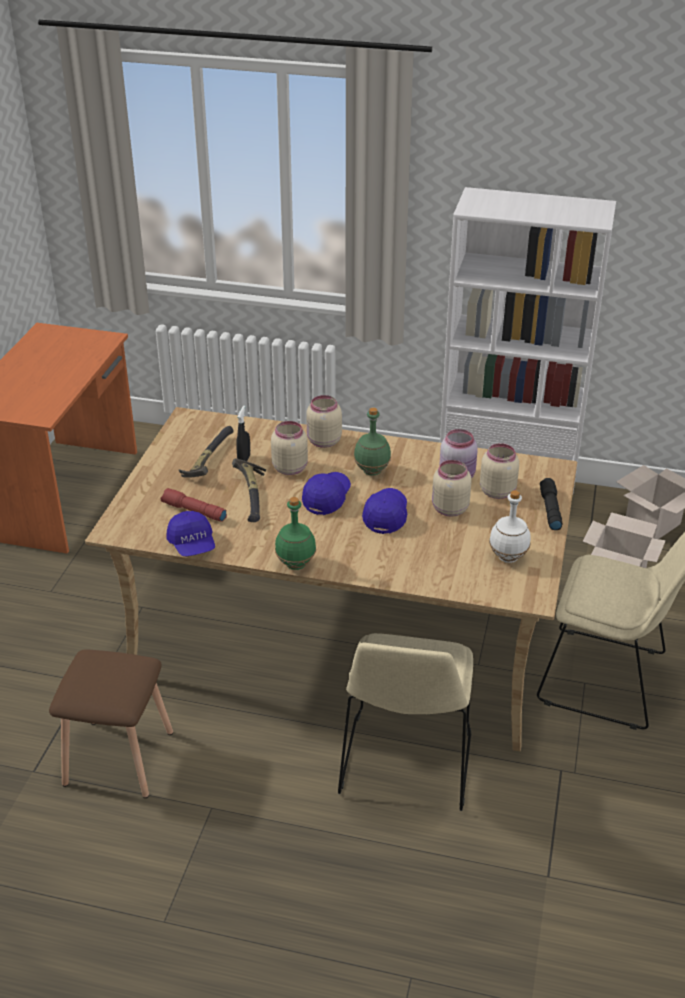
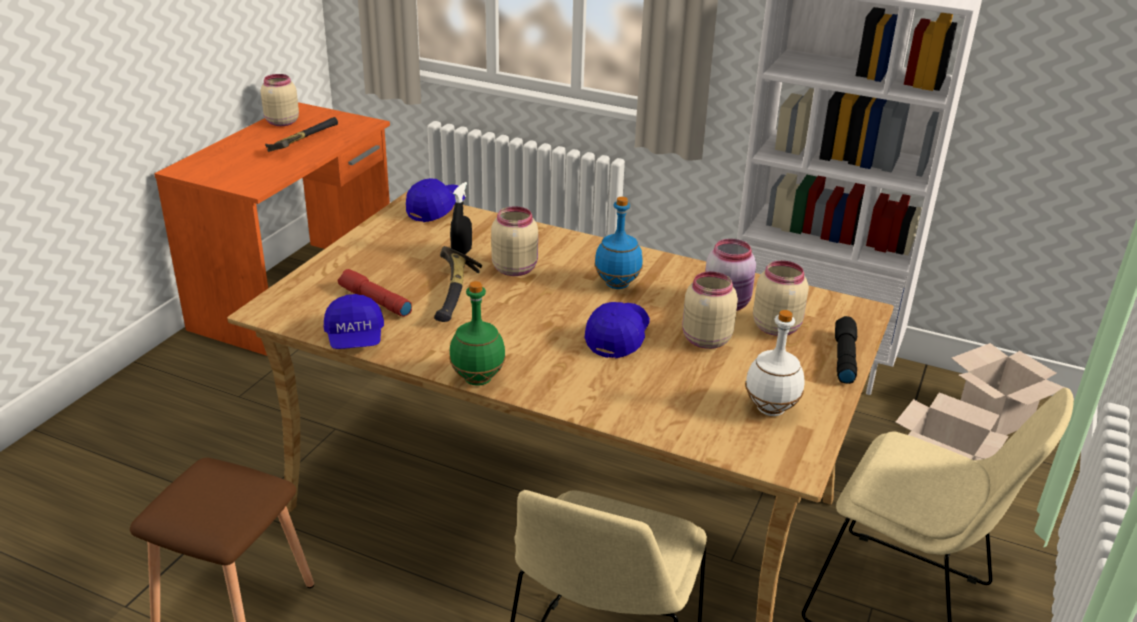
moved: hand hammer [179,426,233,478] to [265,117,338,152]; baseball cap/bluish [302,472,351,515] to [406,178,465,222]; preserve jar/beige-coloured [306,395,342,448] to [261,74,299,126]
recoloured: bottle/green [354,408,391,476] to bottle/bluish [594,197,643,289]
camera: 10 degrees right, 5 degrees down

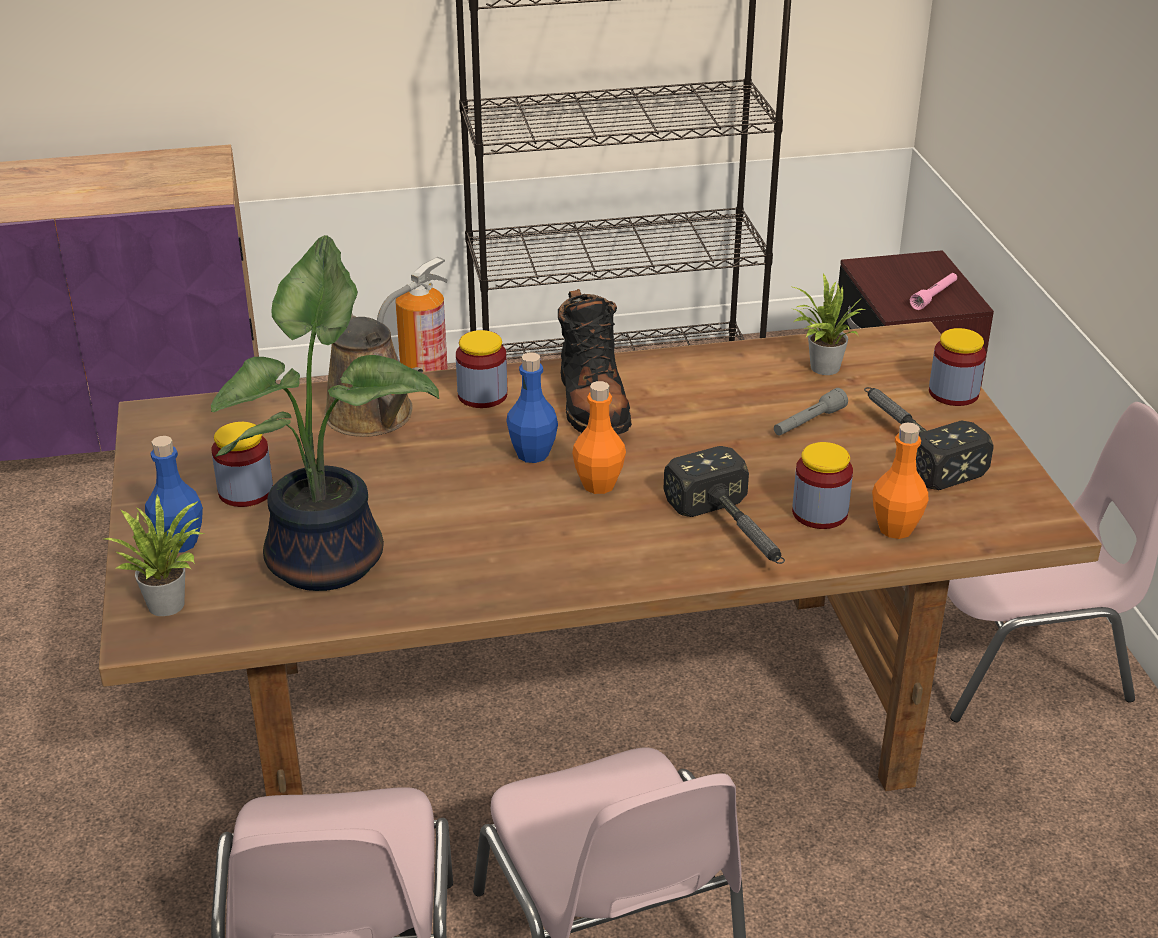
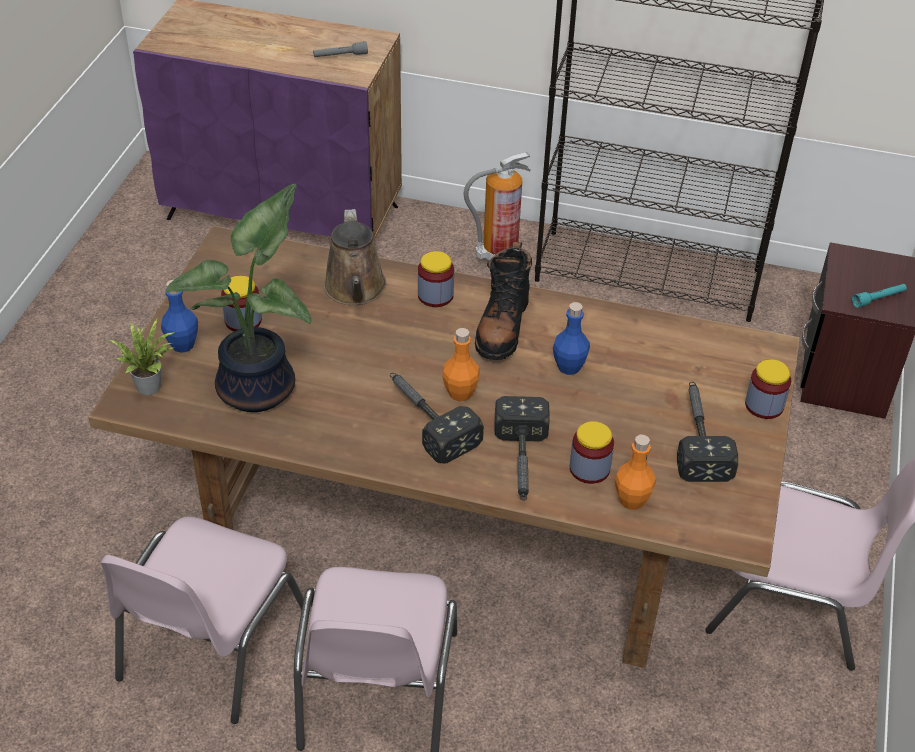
removed: potted plant [790,274,865,375]
added: hand hammer [390,373,484,464]
moved: bottle/bluish [506,352,558,463] to [553,302,590,375]; torch/grey [774,388,848,436] to [313,41,368,57]
recoloured: torch/pink [910,273,957,310] to torch/blue-green [852,284,907,308]
camera: 25 degrees right, 10 degrees up

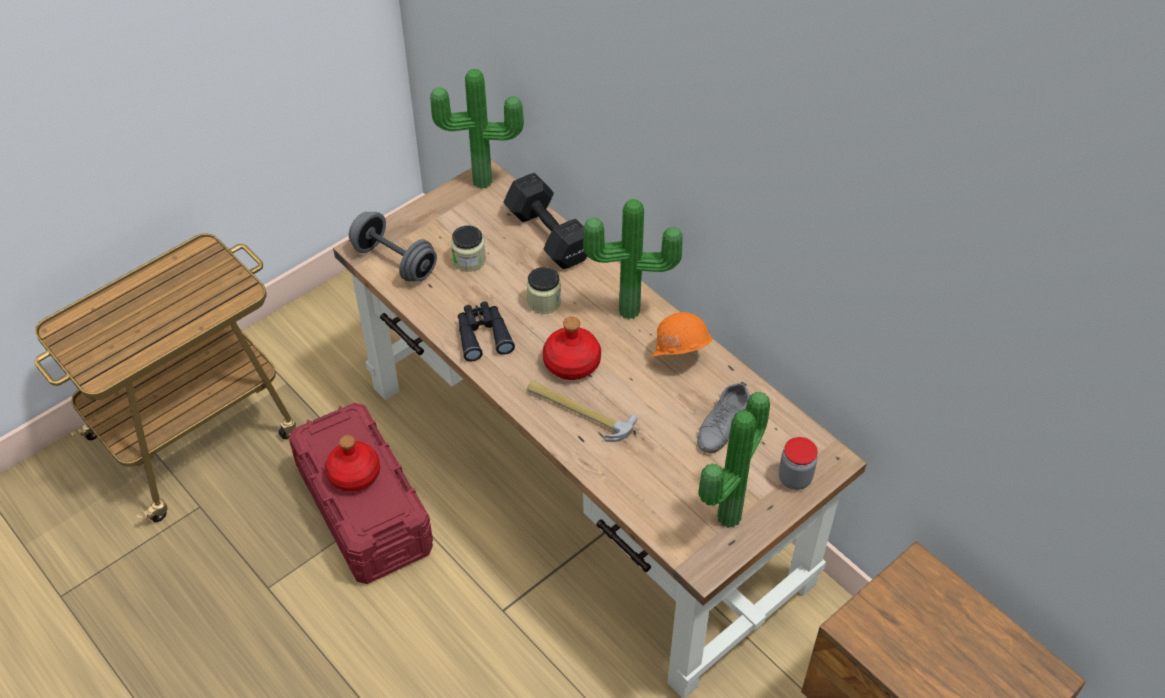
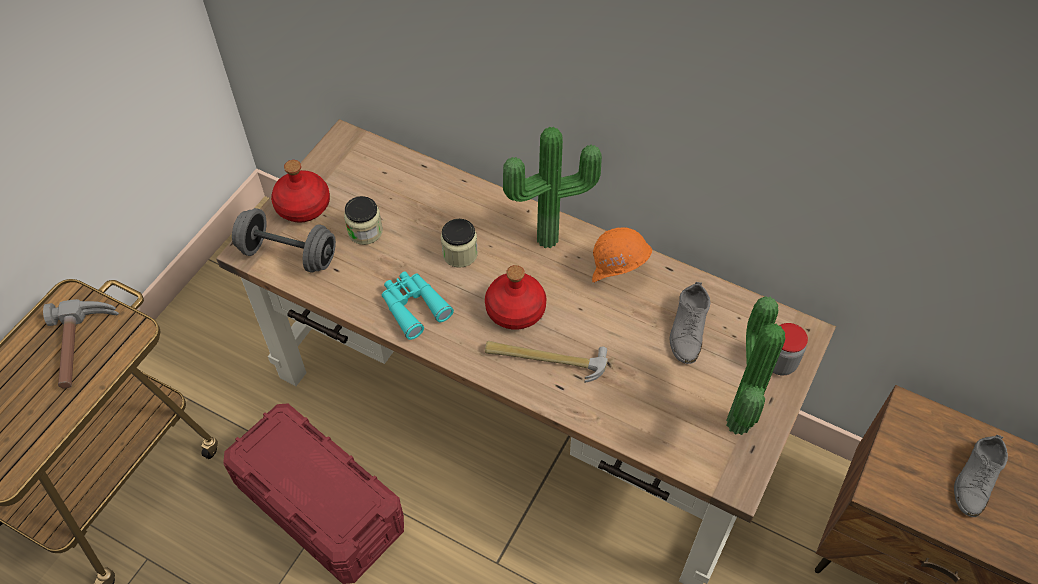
removed: potted plant [430,69,524,189]; hand weight/blackish [503,173,587,269]
added: hand hammer [43,299,119,389]; shoe/grey [954,435,1008,517]
moved: bottle/red [325,435,380,492] to [271,160,330,223]
recoloured: field glasses/blackish [458,302,515,361] to field glasses/blue-green [382,272,454,340]
camera: 20 degrees left, 5 degrees up

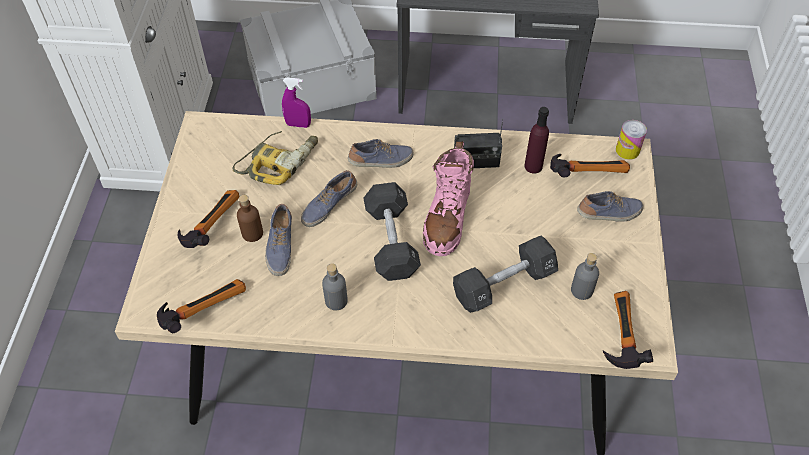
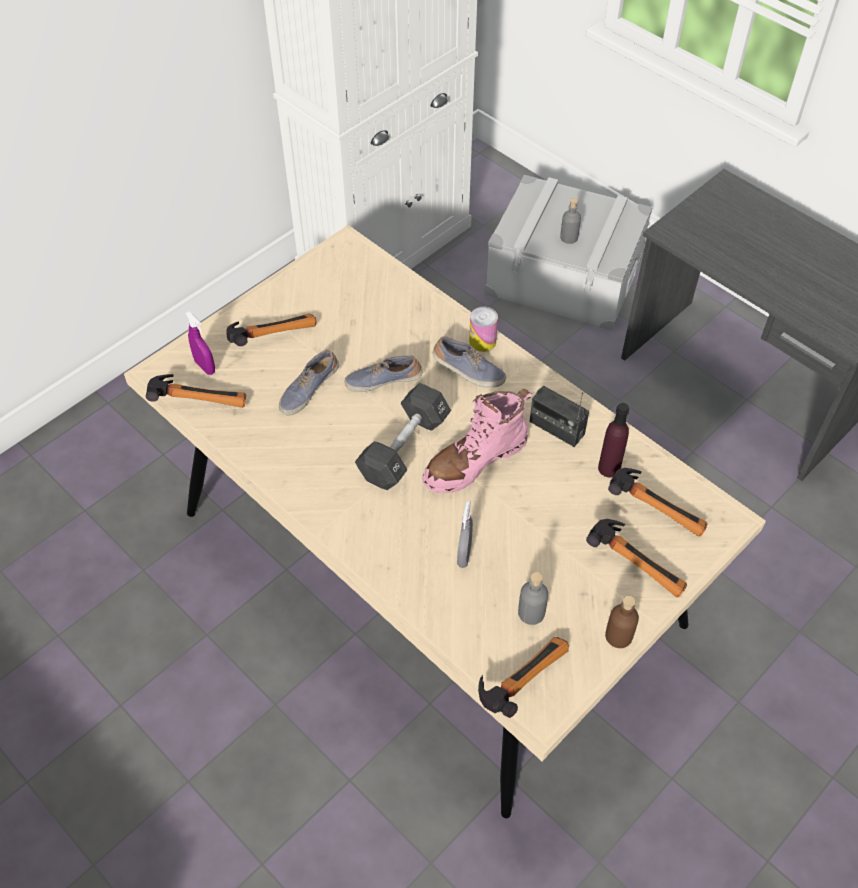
removed: power drill [233,131,318,185]
moved: bottle/brownish [237,195,263,242] to [605,596,639,648]; sprayer/purplish [282,77,311,128] to [186,311,215,375]; bottle/grey [322,263,348,311] to [560,198,581,244]; metal can [616,120,647,160] to [469,306,498,352]
replaced: hand weight/blackish [453,235,558,313] to sprayer/grey [457,501,473,568]; shoe [577,191,644,221] to hand hammer [586,519,687,597]
camera: 40 degrees right, 0 degrees up

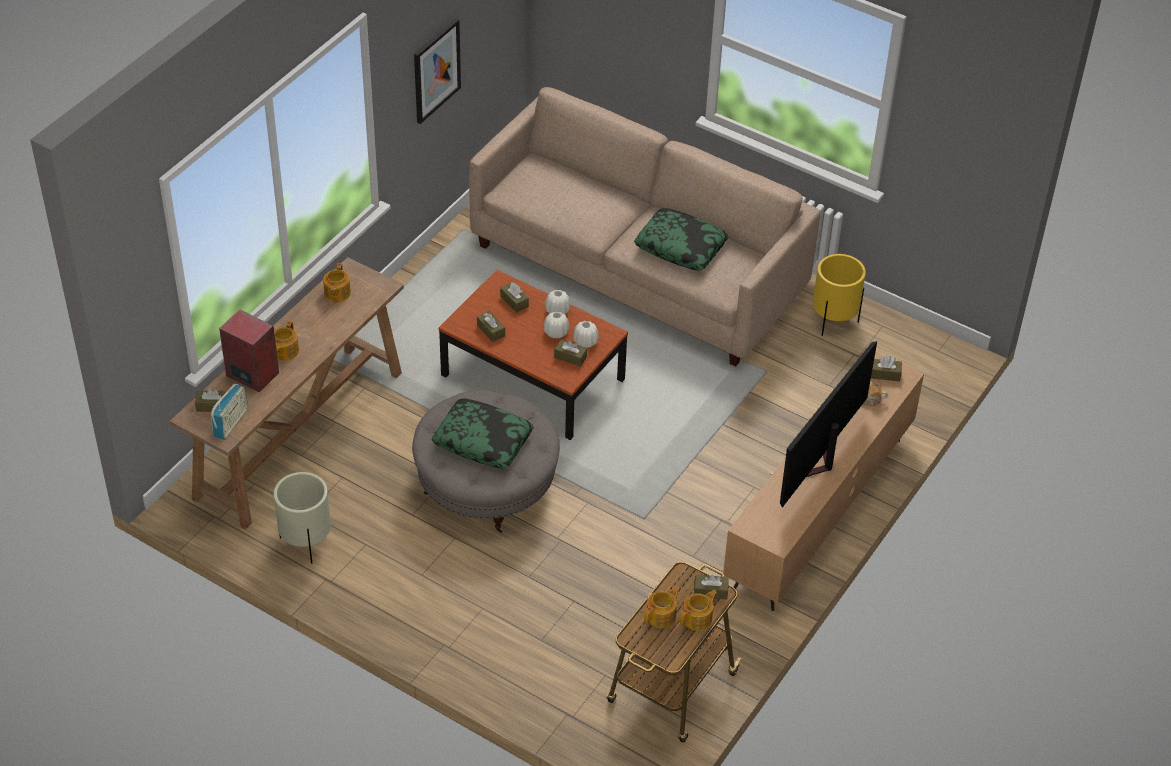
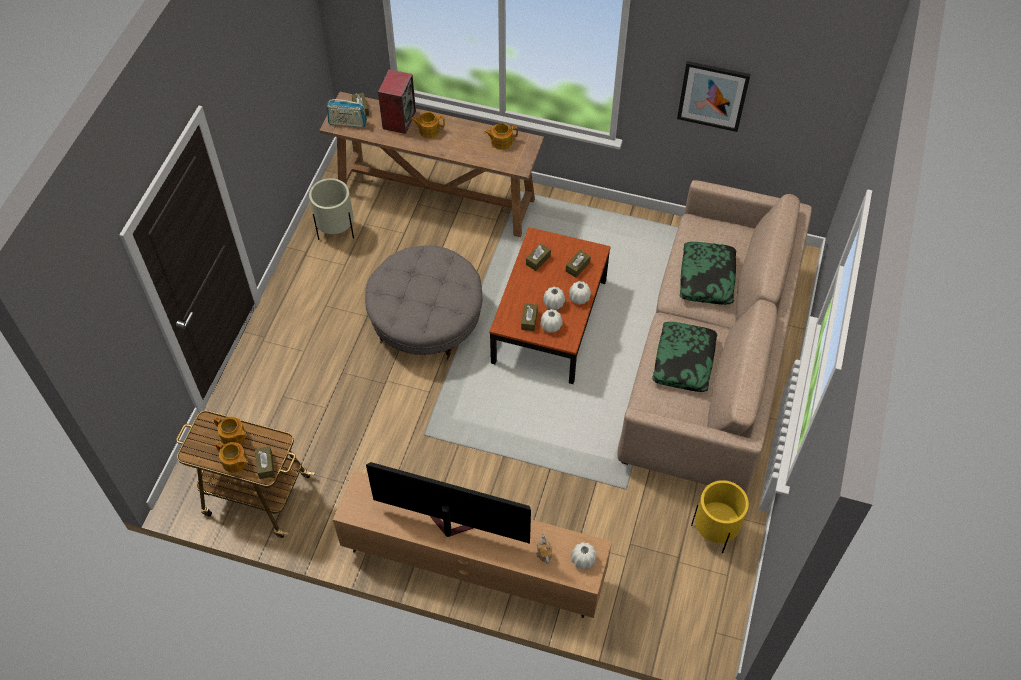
moved: throw pillow [432,398,533,469] to [680,242,736,305]
replaced: tissue holder/brownish [871,356,902,381] to decorative vase/white-coloured [571,542,597,570]
camera: 75 degrees right, 10 degrees up

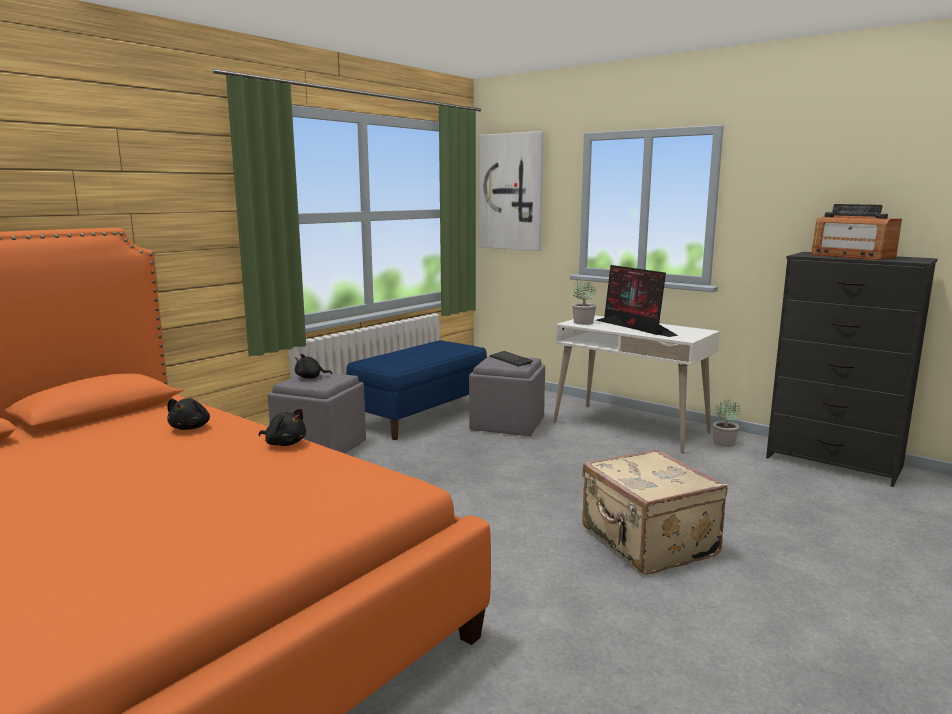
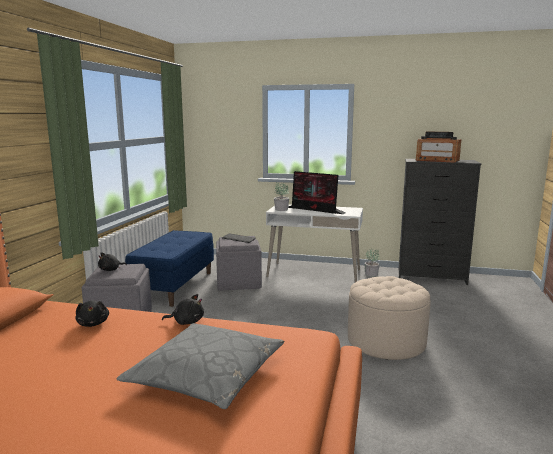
removed: picture [480,131,544,251]
added: throw pillow/grey [117,323,284,409]
replaced: suitcase/beige-coloured [582,449,727,575] to pouffe/beige-coloured [348,276,431,360]
camera: 25 degrees left, 0 degrees up

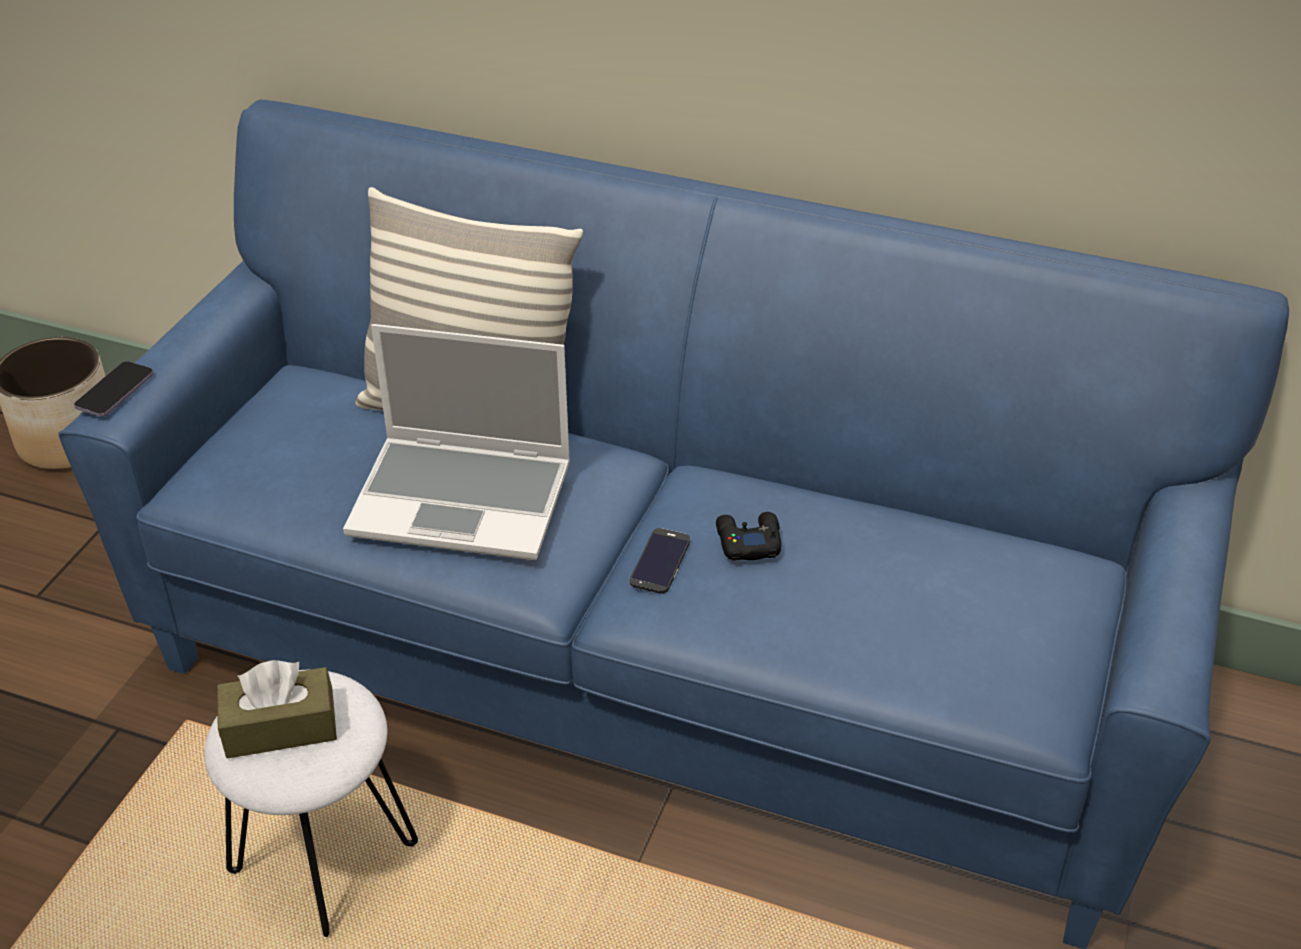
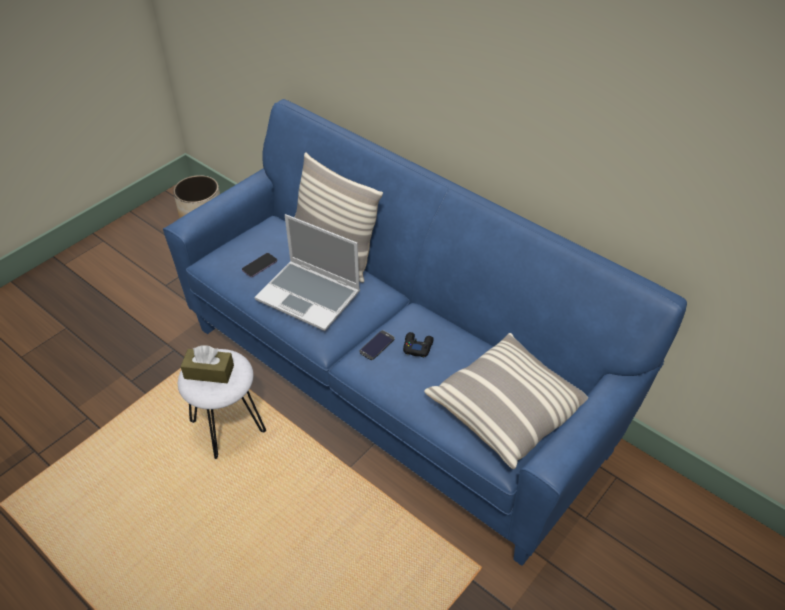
added: throw pillow [424,333,588,469]
moved: handset [74,361,154,417] to [242,253,277,277]
camera: 20 degrees right, 5 degrees up

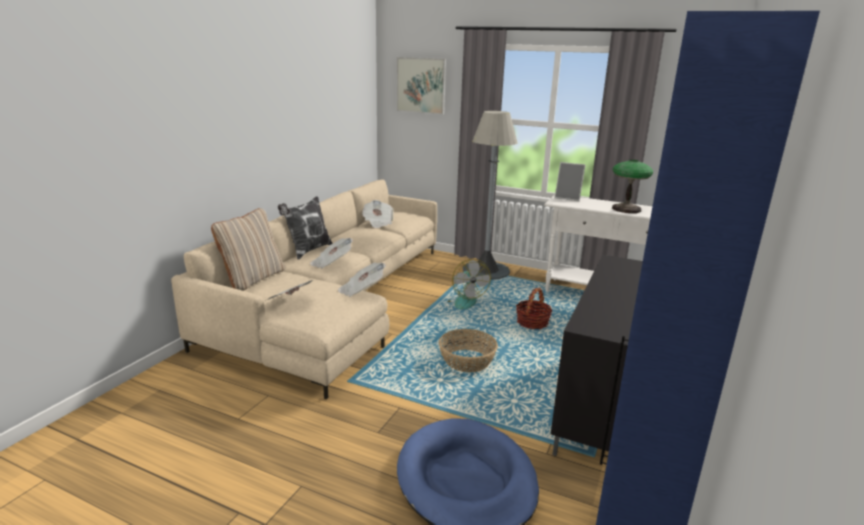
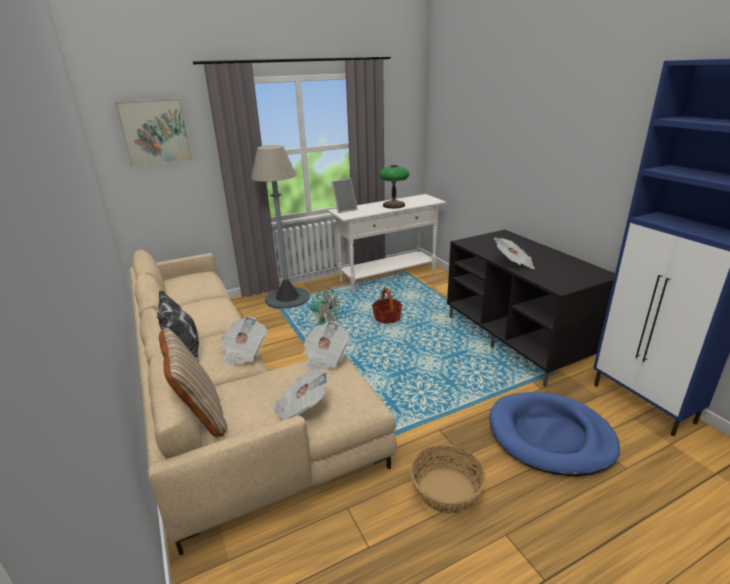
moved: newspaper [362,200,394,228] to [494,238,535,269]; basket [439,329,498,372] to [410,444,486,514]
camera: 50 degrees left, 5 degrees up

